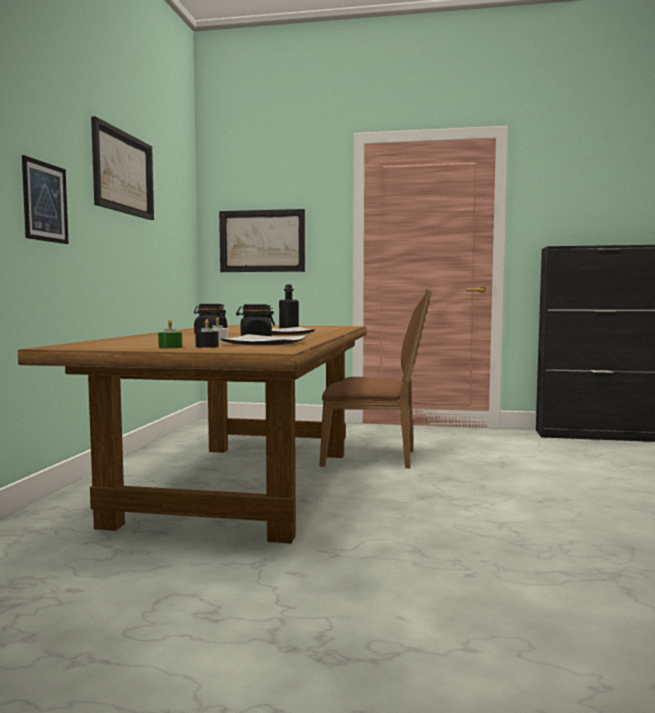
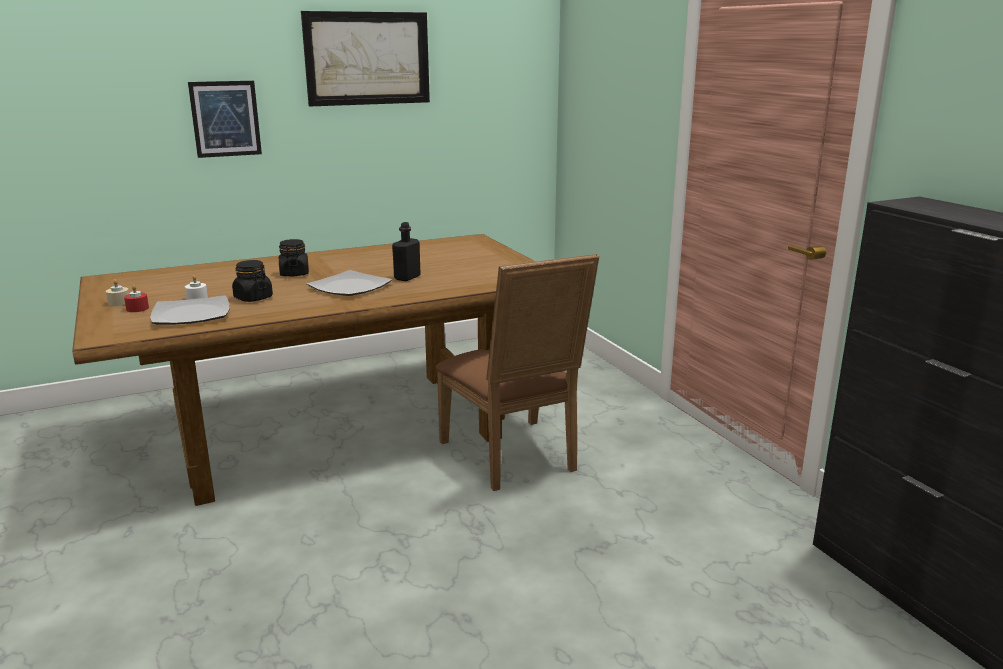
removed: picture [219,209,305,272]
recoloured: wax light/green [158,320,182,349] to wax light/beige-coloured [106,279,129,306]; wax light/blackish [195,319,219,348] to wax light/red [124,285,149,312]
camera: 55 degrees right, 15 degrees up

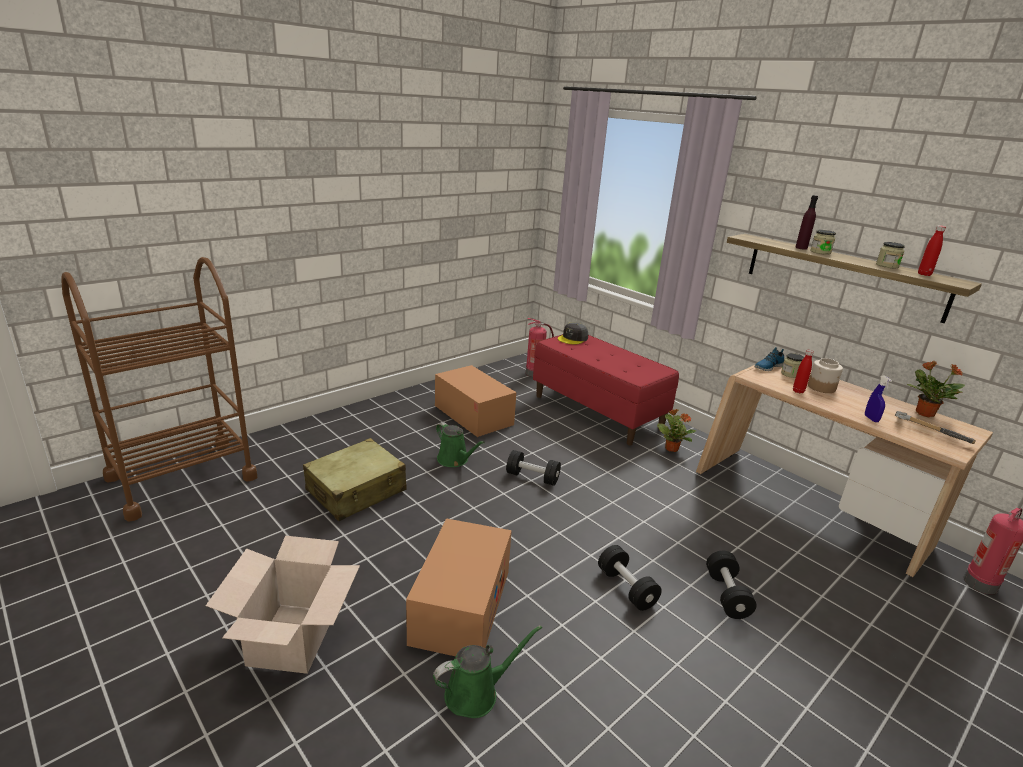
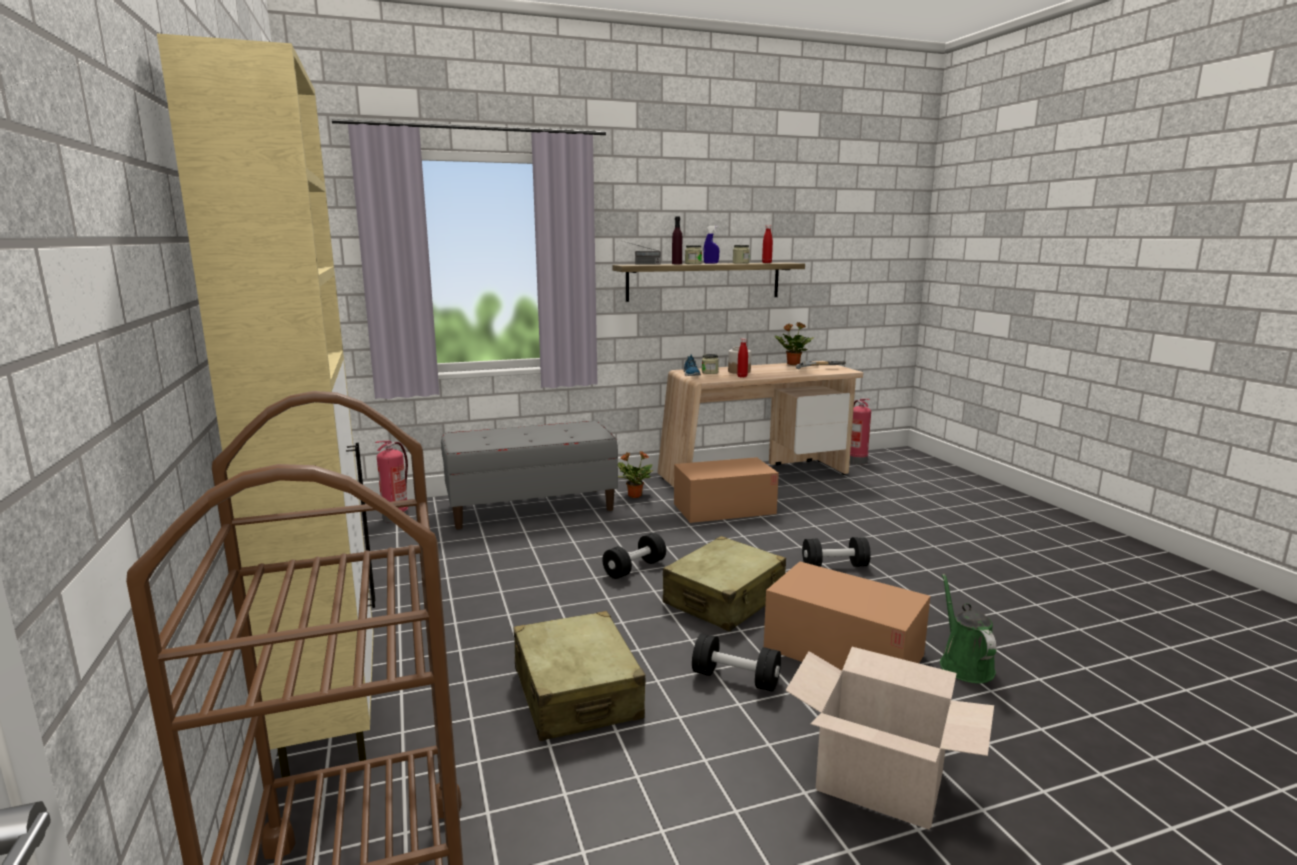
removed: watering can/green [436,422,485,467]; baseball cap/grey [558,322,588,344]
added: cupboard/beige-coloured [157,33,375,777]; radio [623,241,661,265]; suitcase/beige-coloured [663,536,786,632]
moved: cardboard box [435,365,516,437] to [674,457,779,523]; hand weight/blackish [706,551,757,619] to [692,633,781,692]; sprayer/bluish [865,375,892,422] to [703,226,719,264]
recoloured: indoor bench/red [533,334,679,445] to indoor bench/grey [441,421,618,529]
camera: 65 degrees left, 10 degrees down

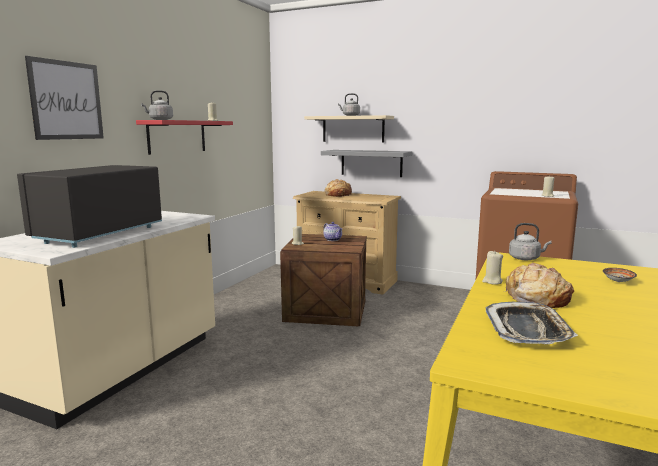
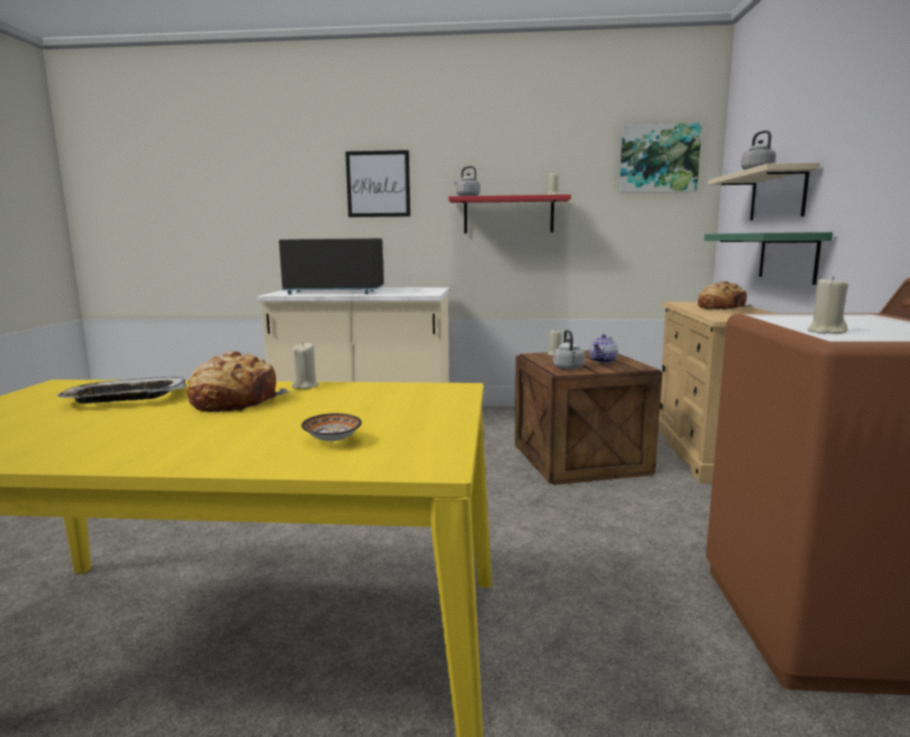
added: picture [619,123,702,193]
moved: water kettle/grey [509,223,552,260] to [553,330,585,370]
recoloured: bracket shelf/grey [321,150,413,177] to bracket shelf/green [704,232,833,285]
camera: 70 degrees right, 0 degrees up

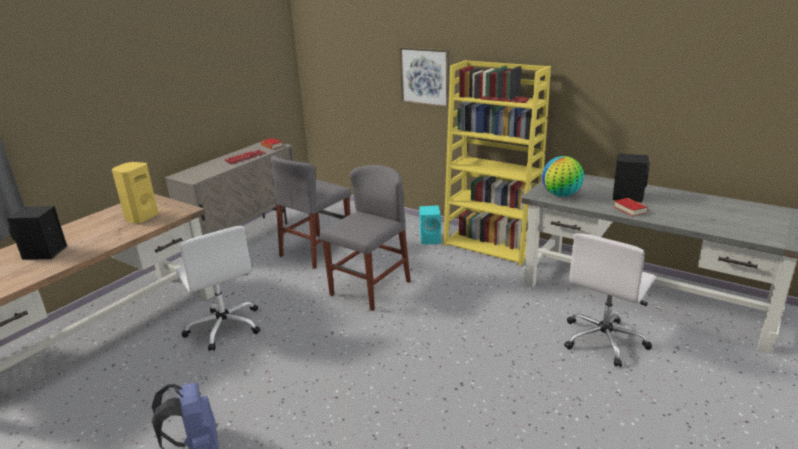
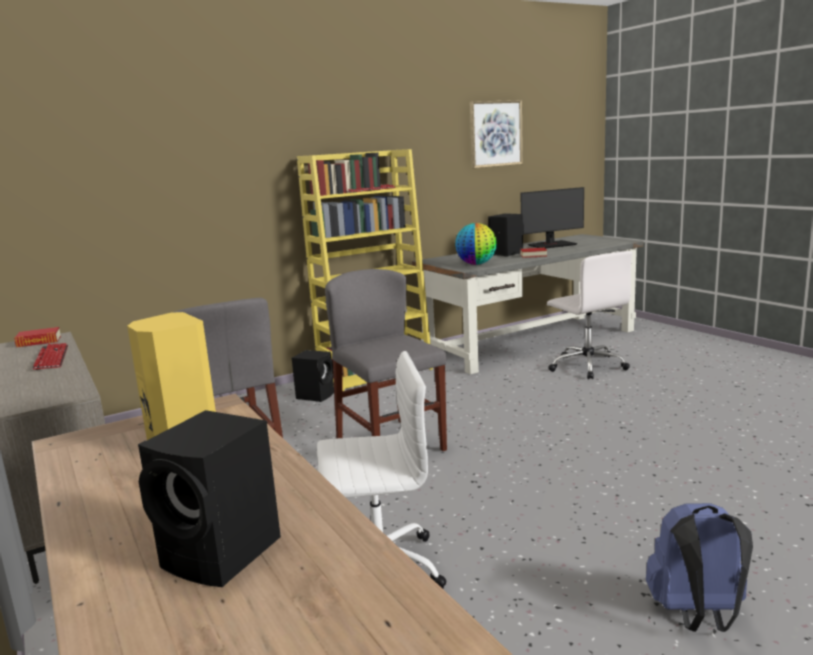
added: computer display [521,187,584,249]
moved: picture [399,47,449,108] to [470,100,523,168]
recoloured: loudspeaker/blue-green [419,205,441,244] to loudspeaker/blackish [292,350,334,402]
camera: 65 degrees left, 10 degrees down

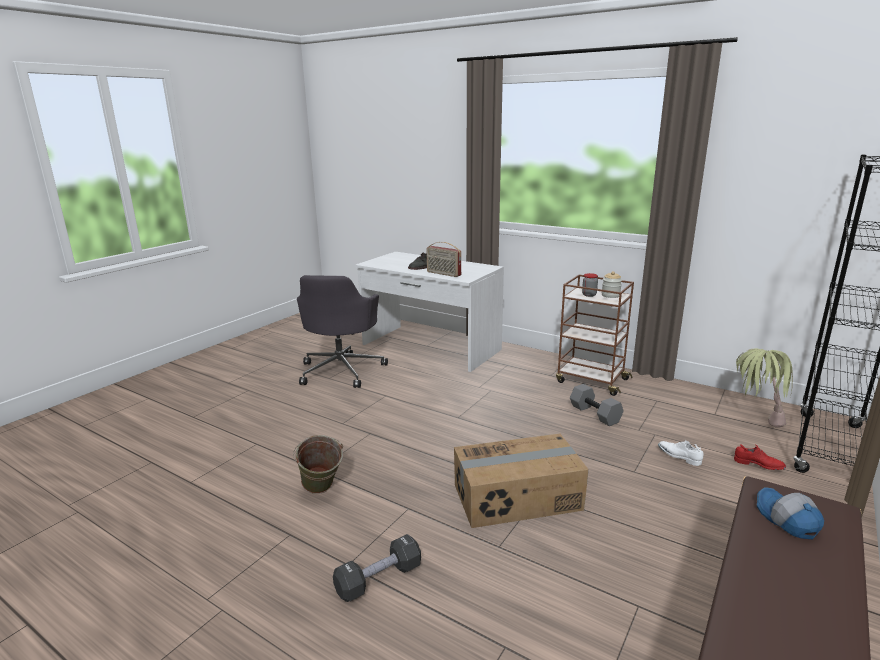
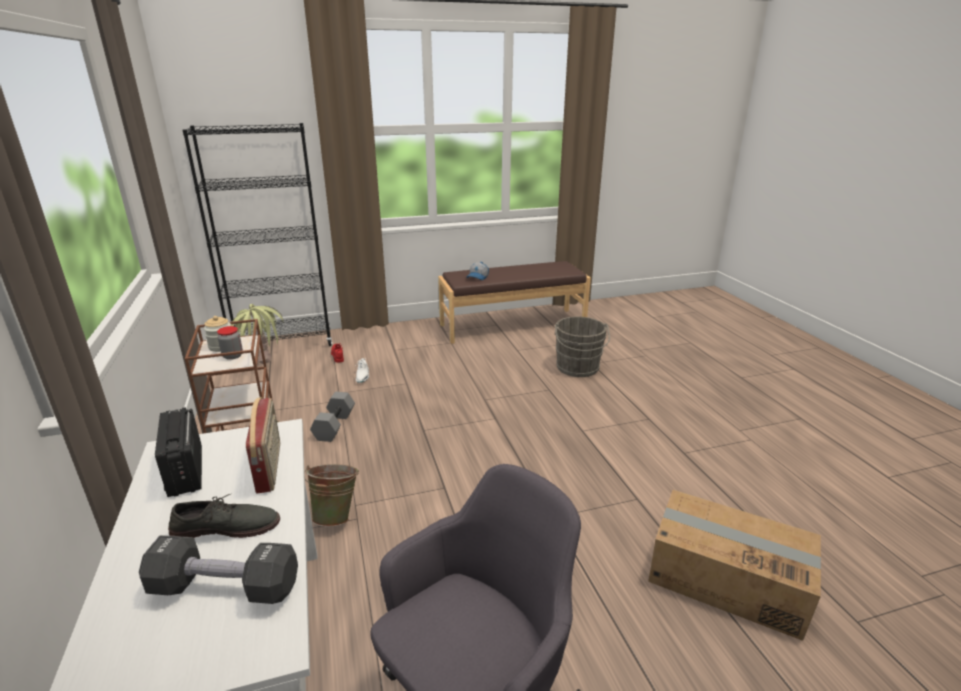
added: radio [155,407,202,497]; water bucket/grey [555,316,610,377]
moved: water bucket/green [293,435,343,494] to [304,464,359,527]; hand weight/blackish [333,534,421,602] to [139,535,298,604]; cardboard box [454,434,589,528] to [648,490,821,641]
camera: 140 degrees left, 5 degrees up

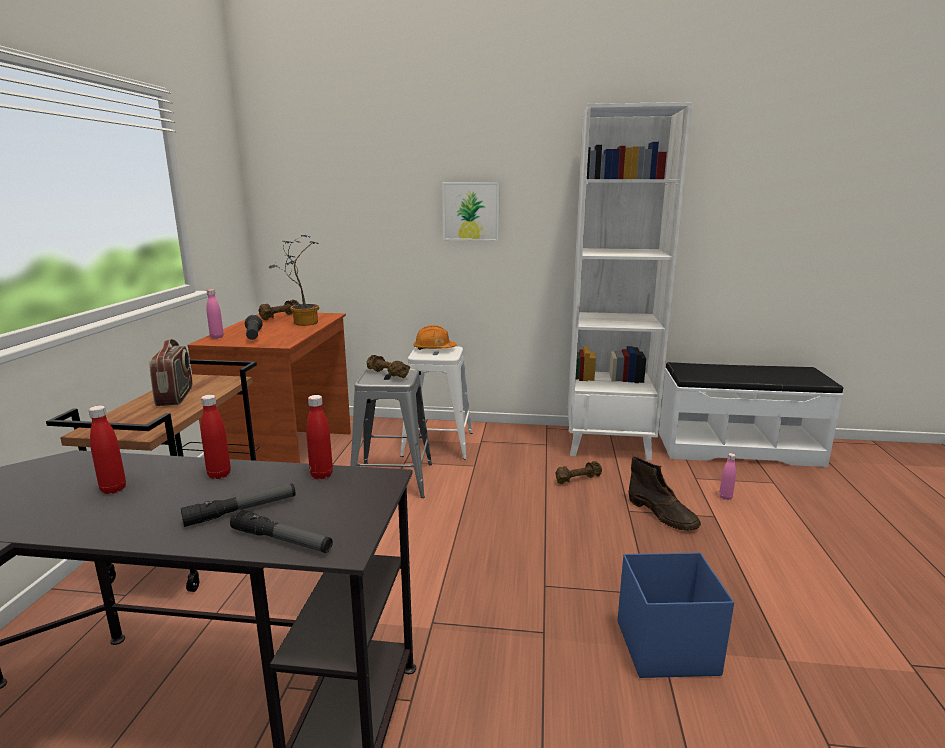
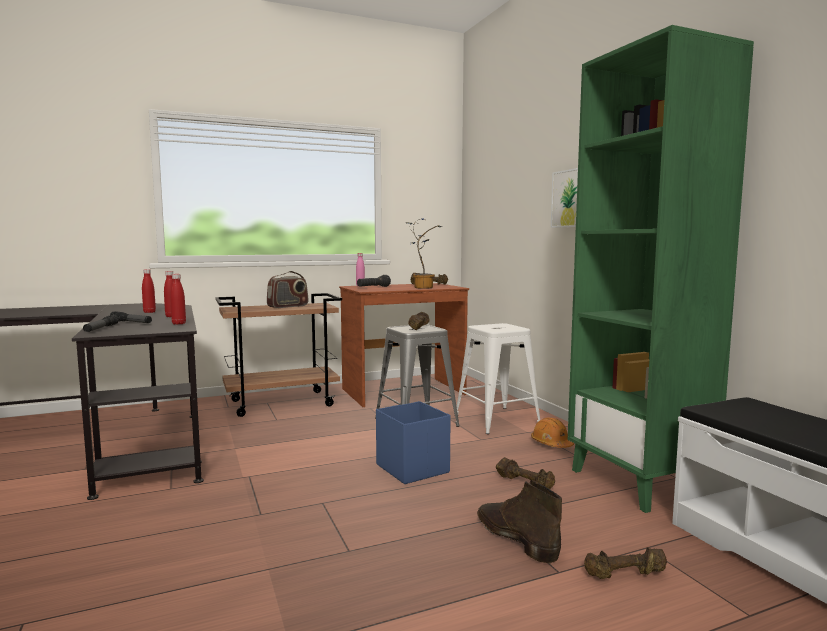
moved: safety helmet/orange-coloured [413,325,457,350] to [531,417,574,448]; storage container/bluish [618,552,734,678] to [376,401,451,484]
replaced: bottle/pink [719,453,736,500] to hand weight/brownish [584,547,667,579]
recoloured: shelving unit/white-coloured [568,102,692,460] to shelving unit/green [568,25,754,513]
turned: boot/brownish [629,456,701,531] = [477,480,562,564] 120 degrees clockwise
camera: 60 degrees right, 10 degrees down

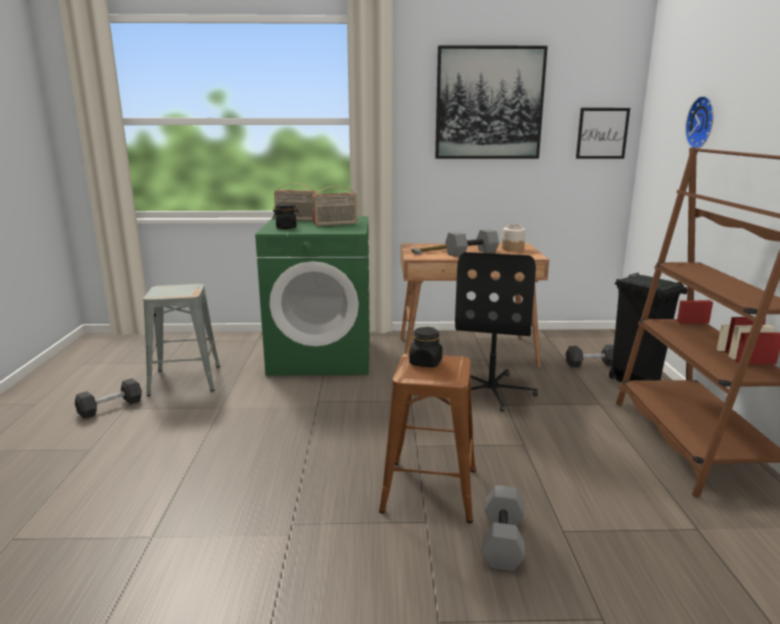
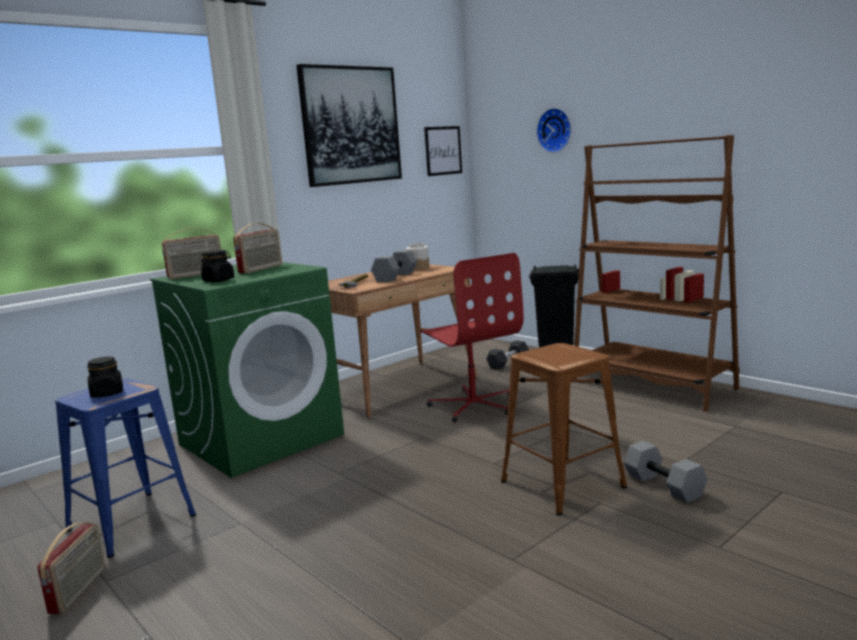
moved: preserve jar/blackish [409,327,442,367] to [87,356,123,398]
replaced: hand weight/blackish [75,378,142,419] to radio [37,522,105,614]
recoloured: stool seat/grey [143,284,220,396] to stool seat/bluish [55,378,196,558]; desk chair/blackish [455,252,538,412] to desk chair/red [420,253,524,422]
camera: 40 degrees left, 5 degrees down

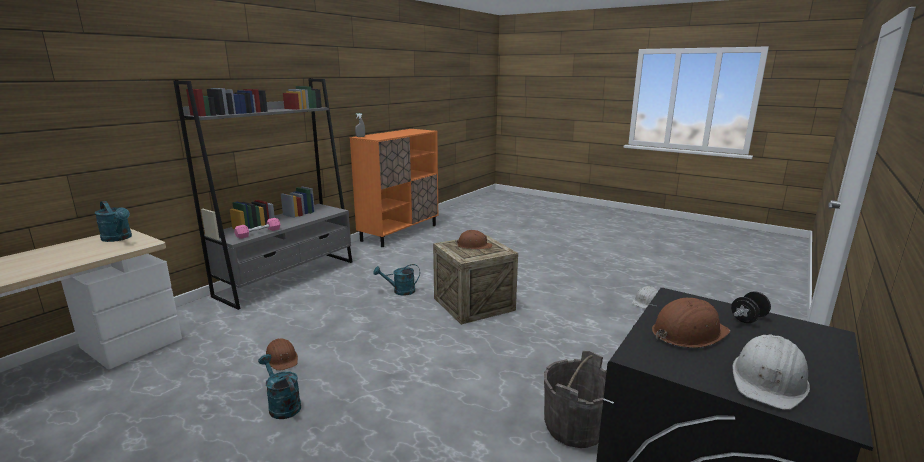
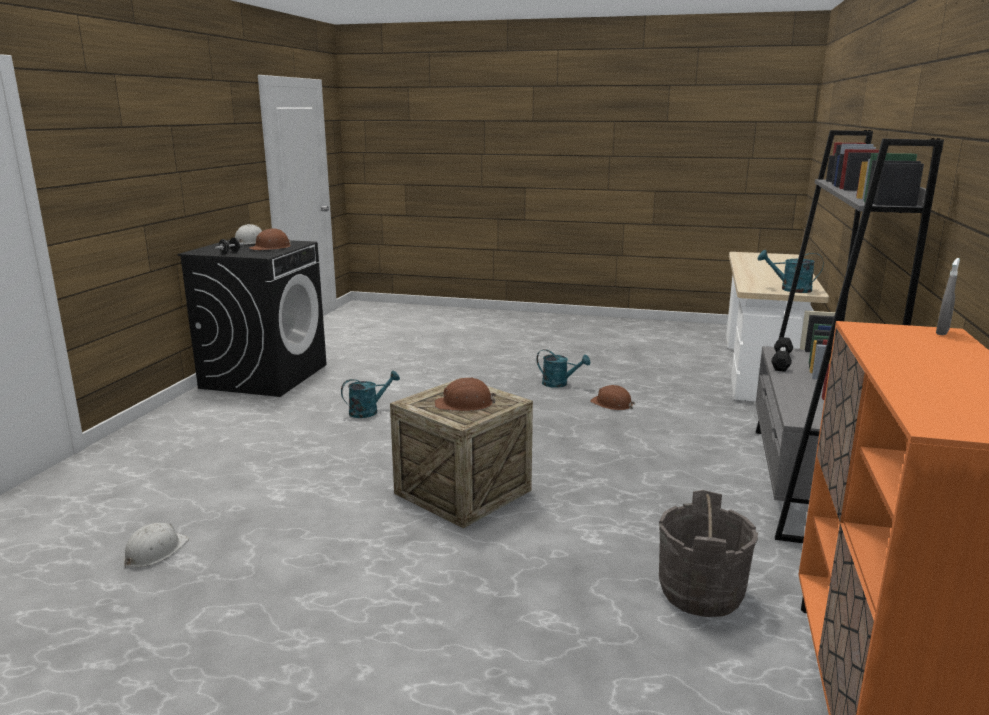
moved: watering can/blue-green [373,264,420,296] to [341,371,400,418]; water bucket/grey [544,351,607,448] to [659,490,758,617]
recoloured: hand weight/pink [234,218,280,239] to hand weight/blackish [771,337,793,372]
camera: 160 degrees right, 0 degrees up

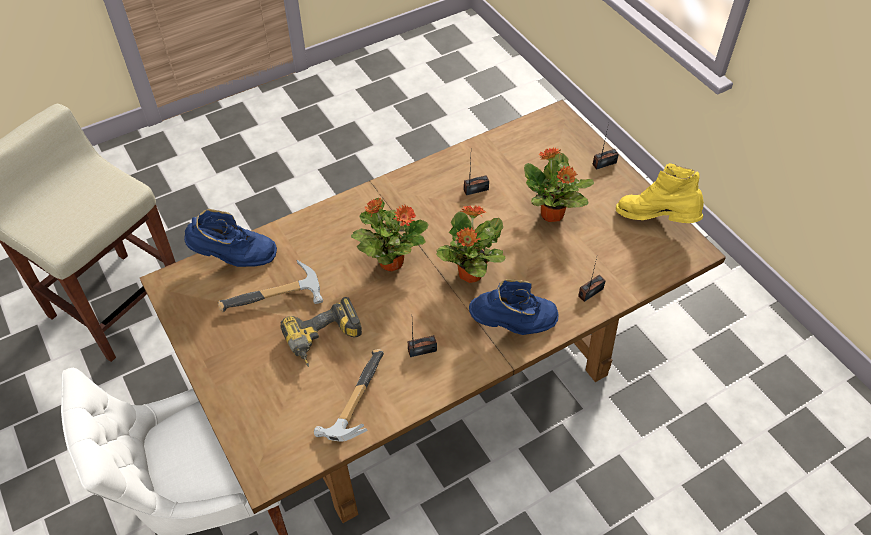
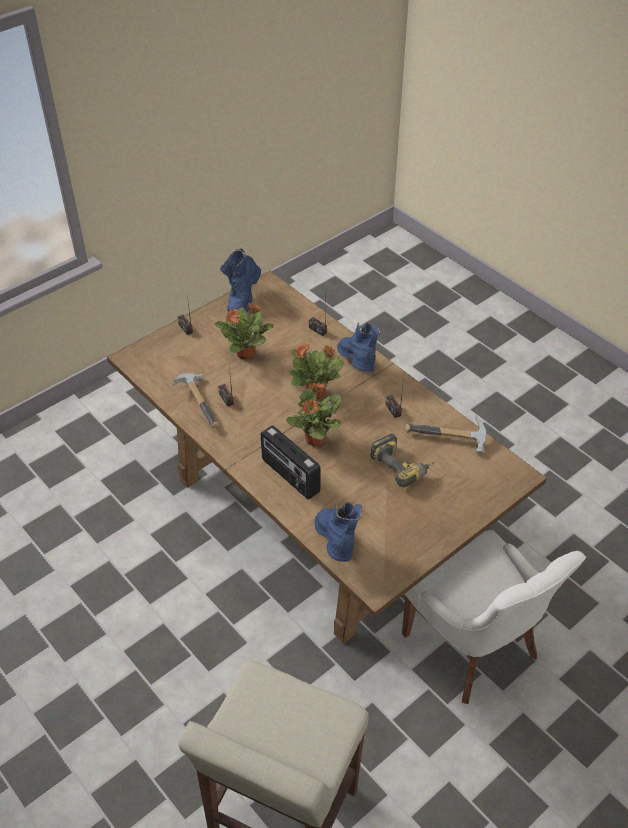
added: radio [261,425,321,499]
moved: hand hammer [218,260,323,312] to [172,373,220,428]
recoloured: boot/yellow [616,163,704,223] to boot/bluish [220,248,261,313]
camera: 100 degrees left, 5 degrees down

